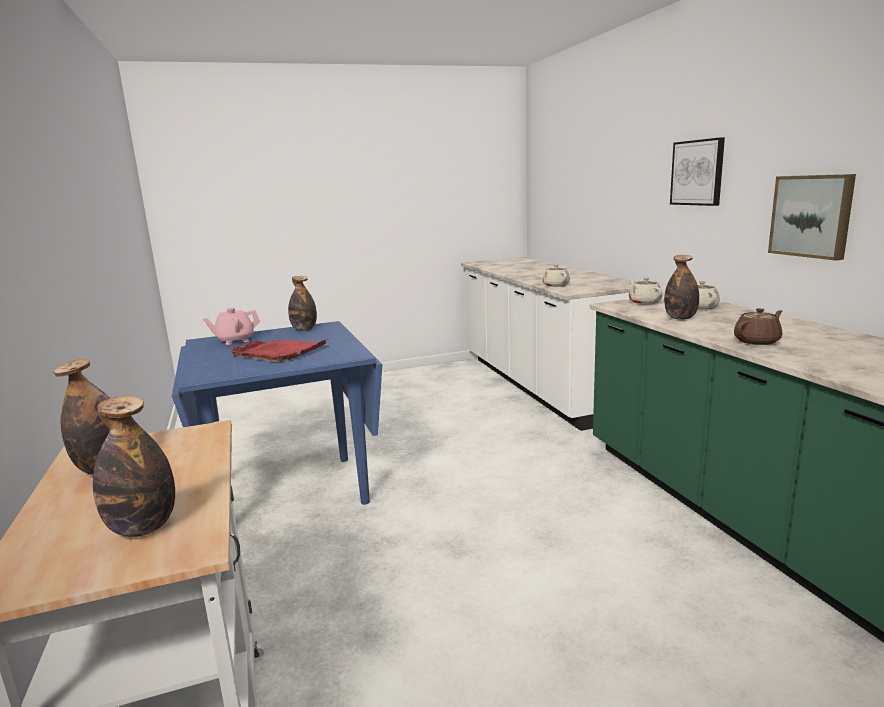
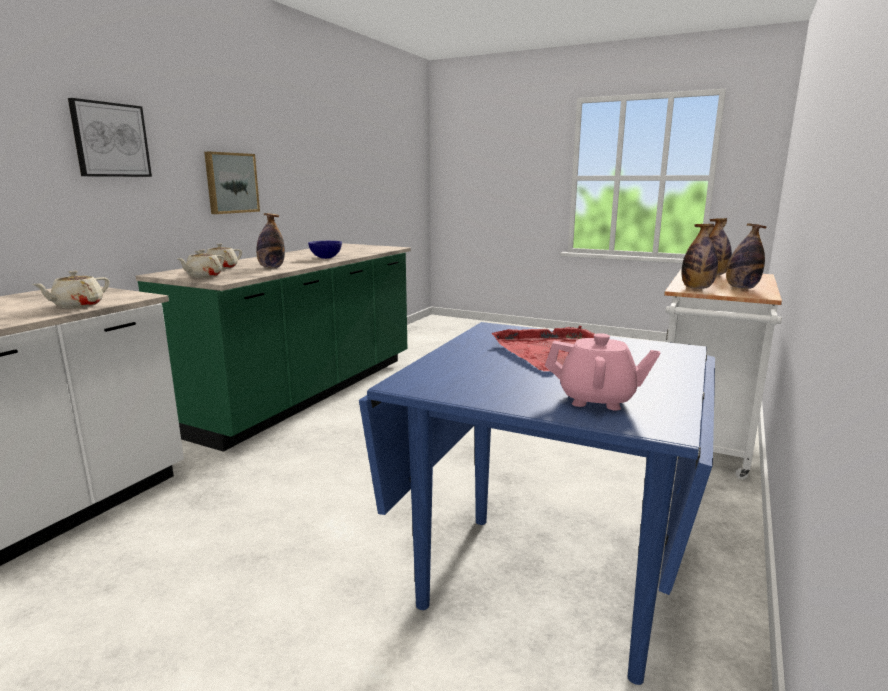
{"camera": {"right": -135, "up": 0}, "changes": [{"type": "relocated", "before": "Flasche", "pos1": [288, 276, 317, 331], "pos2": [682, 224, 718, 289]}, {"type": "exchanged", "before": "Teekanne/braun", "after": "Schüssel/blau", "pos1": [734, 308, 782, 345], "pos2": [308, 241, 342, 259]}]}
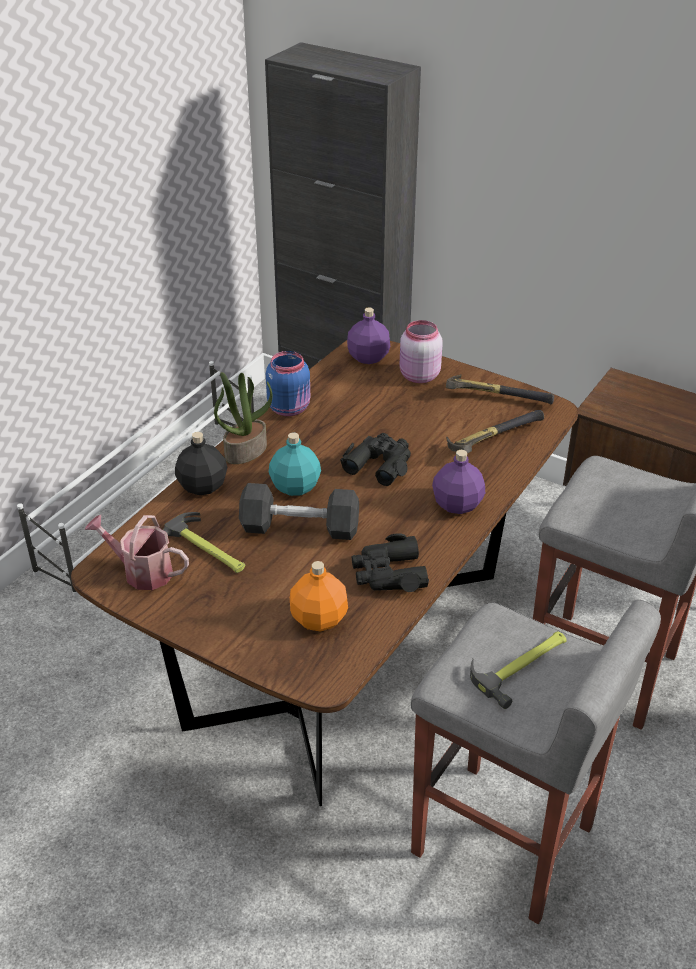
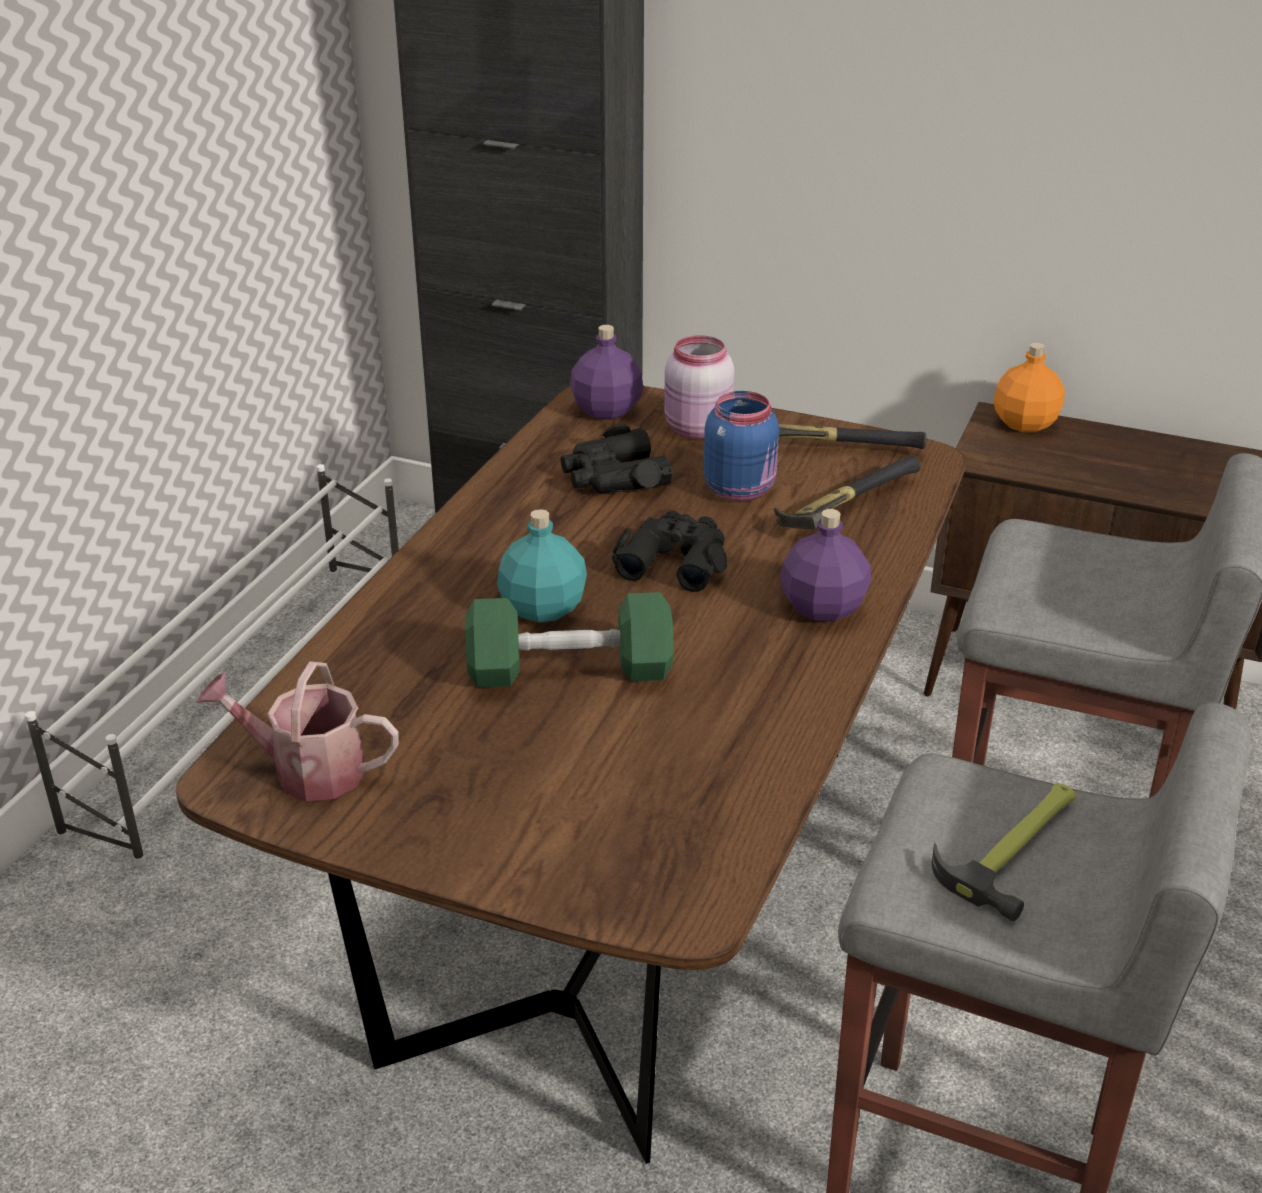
{"camera": {"right": -10, "up": -5}, "changes": [{"type": "missing", "before": "Hammer", "pos1": [163, 512, 245, 573]}, {"type": "missing", "before": "Flasche/schwarz", "pos1": [175, 432, 227, 495]}, {"type": "missing", "before": "Topfpflanze", "pos1": [214, 372, 272, 464]}, {"type": "relocated", "before": "Vorratsglas/blau", "pos1": [266, 351, 310, 416], "pos2": [703, 391, 779, 501]}, {"type": "relocated", "before": "Flasche/orange", "pos1": [290, 561, 348, 632], "pos2": [994, 343, 1065, 433]}, {"type": "relocated", "before": "Fernglas/schwarz", "pos1": [352, 533, 429, 592], "pos2": [560, 424, 673, 493]}, {"type": "colour", "before": "Hantel/schwarz", "after": "Hantel/grün", "pos1": [239, 483, 359, 540], "pos2": [465, 592, 674, 688]}]}
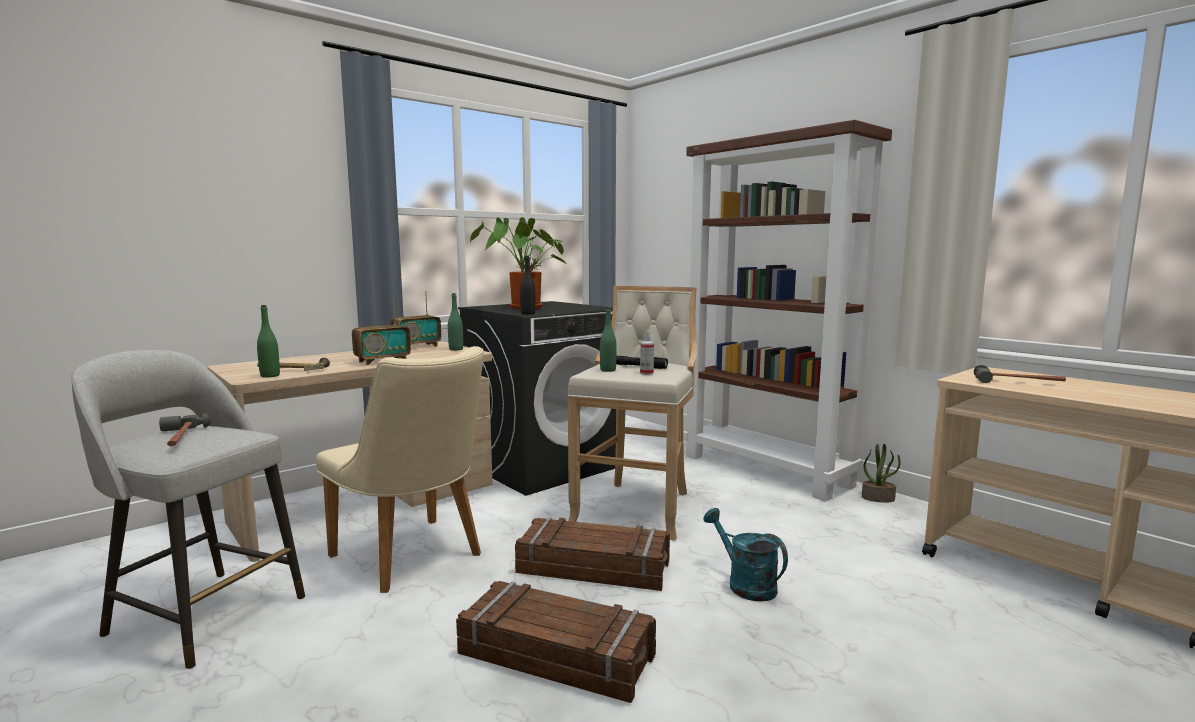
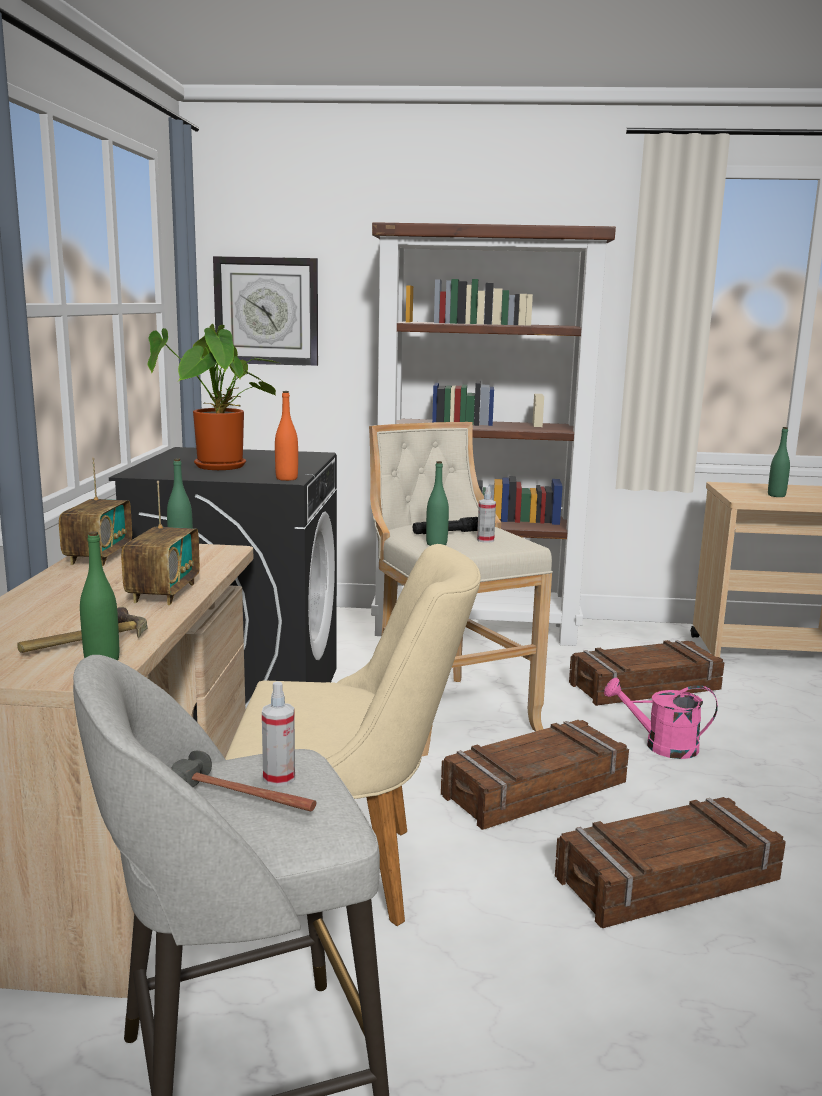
{"camera": {"right": -45, "up": 5}, "changes": [{"type": "missing", "before": "Topfpflanze", "pos1": [862, 444, 901, 503]}, {"type": "appeared", "after": "Wanduhr", "pos2": [213, 256, 318, 366]}, {"type": "appeared", "after": "Sprühflasche", "pos2": [262, 681, 295, 786]}, {"type": "appeared", "after": "Kiste", "pos2": [569, 640, 724, 706]}, {"type": "exchanged", "before": "Hammer", "after": "Flasche/grün", "pos1": [974, 365, 1066, 383], "pos2": [768, 427, 790, 497]}, {"type": "colour", "before": "Flasche/schwarz", "after": "Flasche/orange", "pos1": [520, 256, 535, 315], "pos2": [275, 391, 298, 481]}, {"type": "colour", "before": "Gießkanne/türkis", "after": "Gießkanne/rosa", "pos1": [704, 508, 788, 602], "pos2": [604, 678, 718, 759]}]}
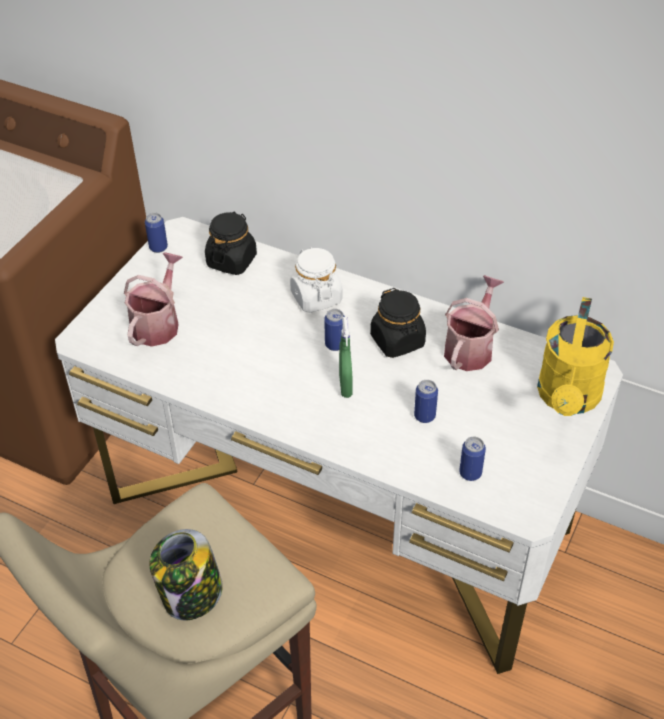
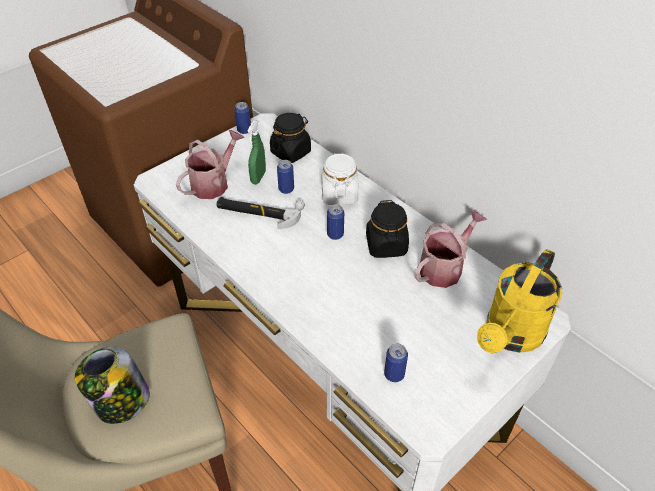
{"camera": {"right": 20, "up": 0}, "changes": [{"type": "appeared", "after": "Hammer", "pos2": [216, 197, 305, 229]}, {"type": "relocated", "before": "Sprühflasche/grün", "pos1": [339, 317, 353, 398], "pos2": [247, 120, 266, 184]}, {"type": "relocated", "before": "Dose", "pos1": [414, 380, 438, 423], "pos2": [277, 160, 294, 194]}]}
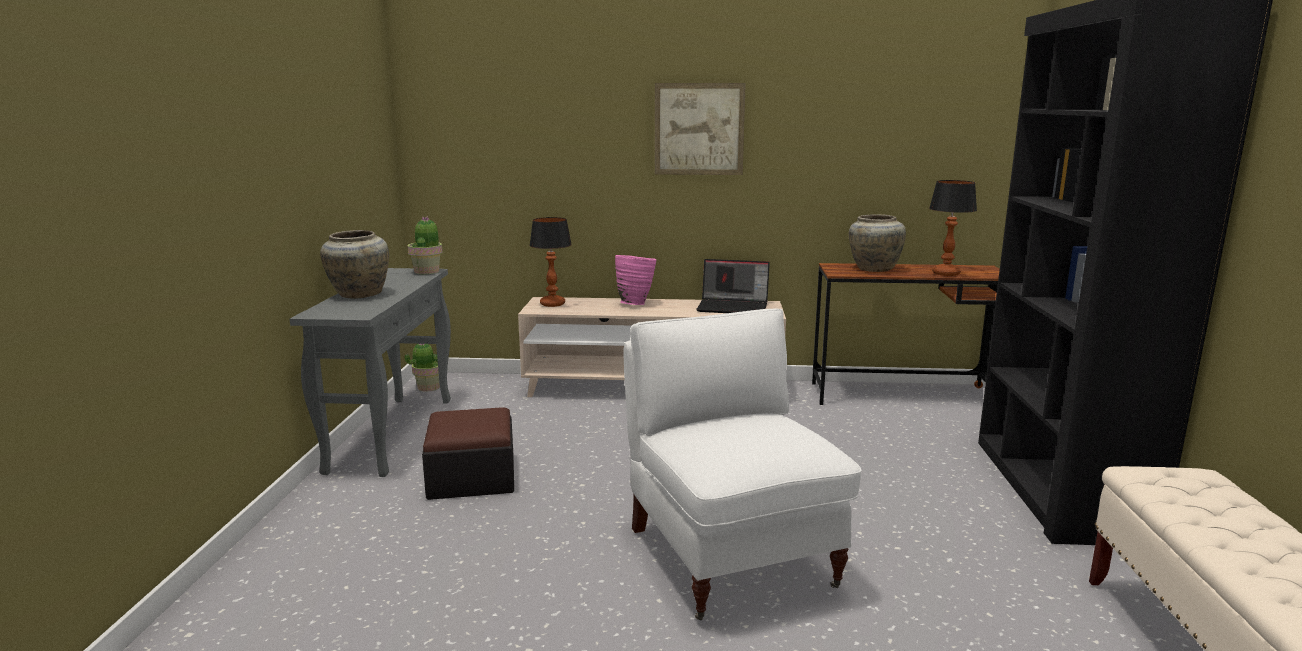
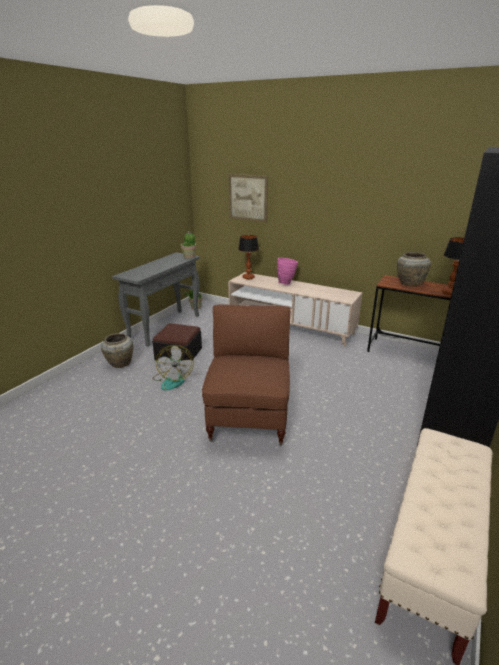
{"camera": {"right": 25, "up": 10}, "changes": [{"type": "missing", "before": "Laptop", "pos1": [696, 259, 770, 313]}, {"type": "appeared", "after": "Ventilator", "pos2": [153, 345, 194, 390]}, {"type": "relocated", "before": "Vase/beige", "pos1": [320, 230, 389, 299], "pos2": [101, 333, 133, 368]}, {"type": "relocated", "before": "Bild", "pos1": [655, 83, 746, 175], "pos2": [228, 174, 268, 223]}, {"type": "colour", "before": "Sessel/weiß", "after": "Sessel/braun", "pos1": [623, 308, 862, 620], "pos2": [202, 304, 291, 446]}]}
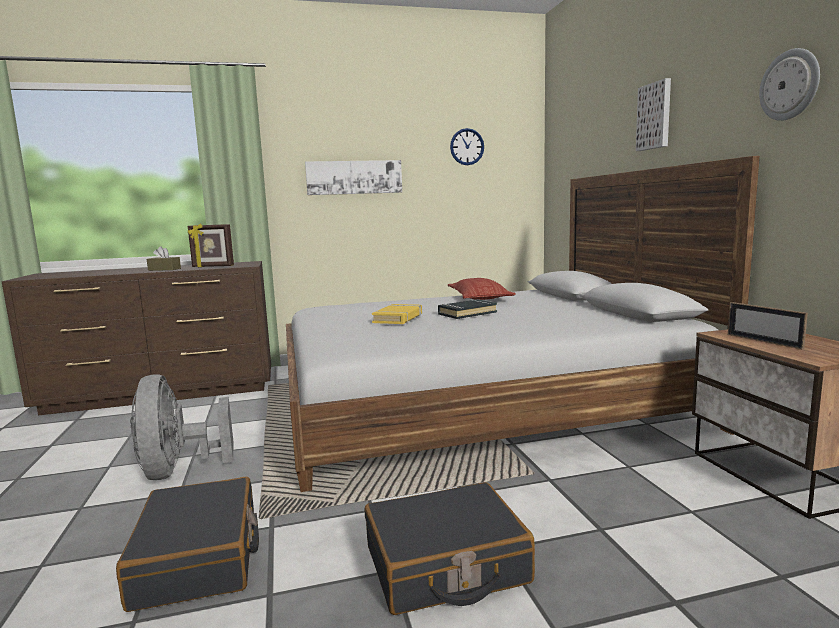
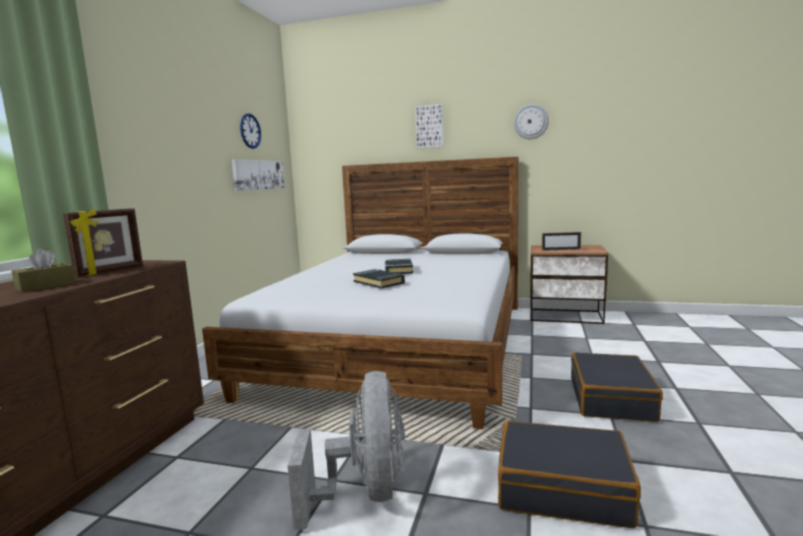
{"camera": {"right": -60, "up": 0}, "changes": [{"type": "missing", "before": "Kissen", "pos1": [448, 278, 516, 300]}, {"type": "relocated", "before": "Bild", "pos1": [305, 160, 402, 195], "pos2": [232, 159, 285, 191]}, {"type": "colour", "before": "Buch/gelb", "after": "Buch/schwarz", "pos1": [372, 304, 422, 324], "pos2": [353, 269, 405, 289]}, {"type": "spun", "before": "Ventilator/grau", "pos1": [130, 374, 234, 480], "pos2": [288, 371, 405, 530], "turn": -105}]}
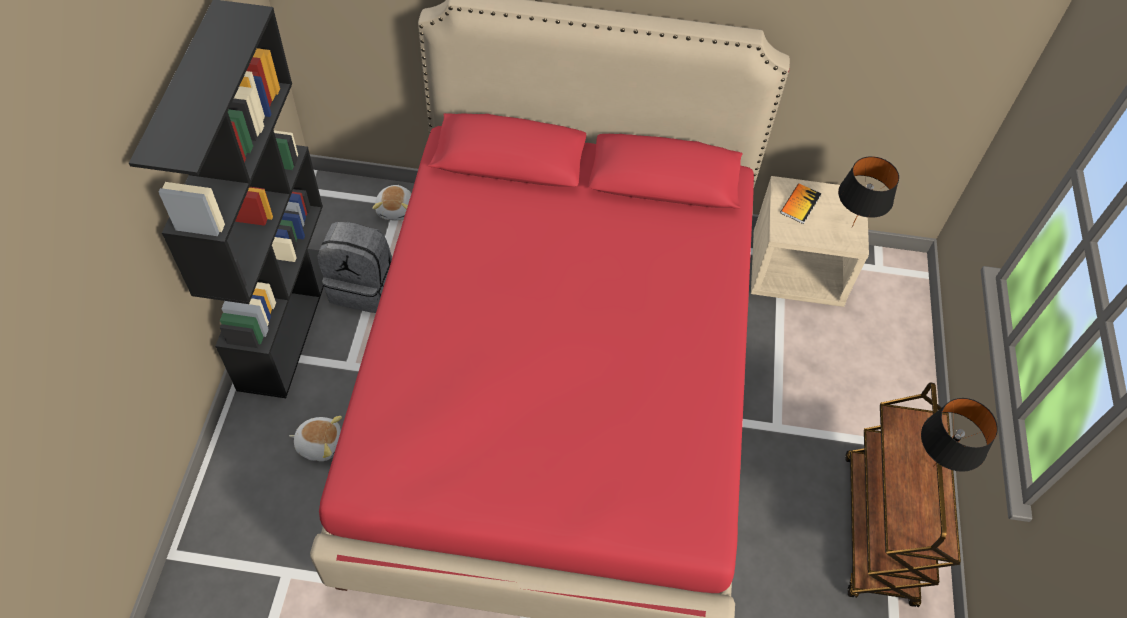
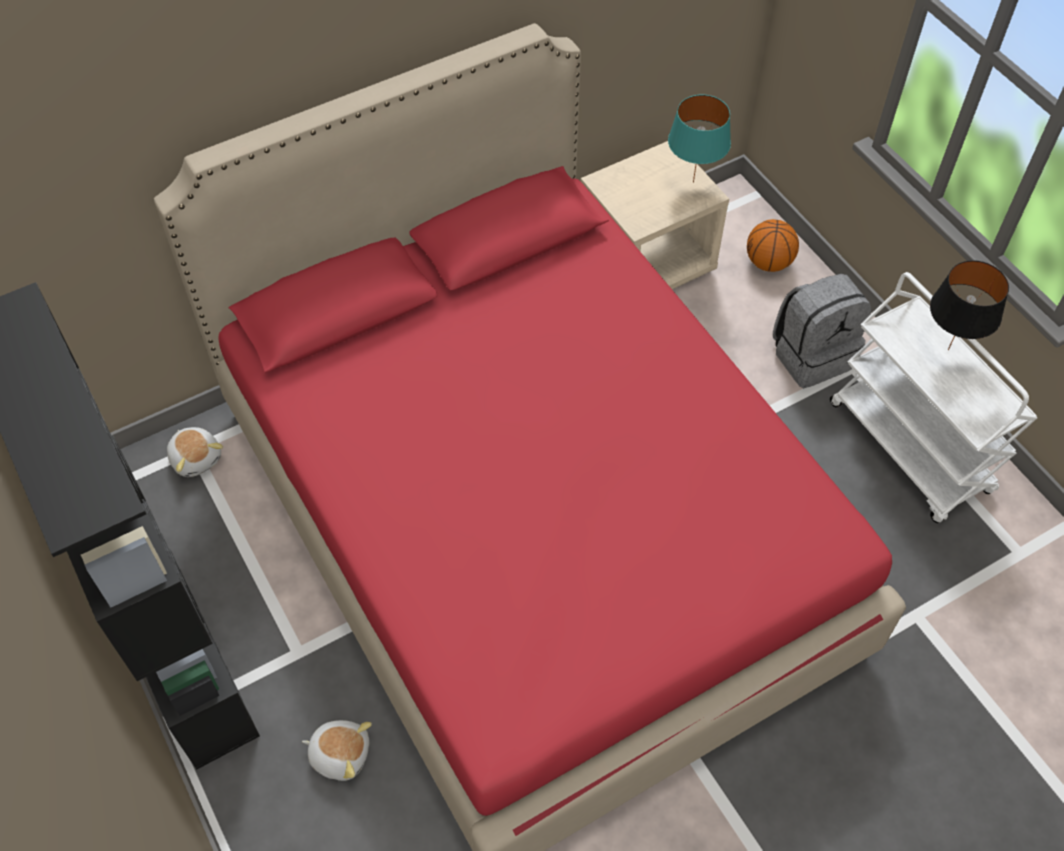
{"camera": {"right": -35, "up": 0}, "changes": [{"type": "missing", "before": "Buch", "pos1": [780, 183, 821, 224]}, {"type": "appeared", "after": "Basketball", "pos2": [747, 219, 799, 272]}, {"type": "relocated", "before": "Rucksack/grau", "pos1": [318, 221, 392, 313], "pos2": [773, 274, 871, 388]}, {"type": "colour", "before": "Tischlampe/schwarz", "after": "Tischlampe/türkis", "pos1": [838, 156, 899, 227], "pos2": [668, 95, 731, 183]}, {"type": "colour", "before": "Rollwagen/braun", "after": "Rollwagen/weiß", "pos1": [845, 382, 961, 607], "pos2": [830, 272, 1037, 523]}, {"type": "spun", "before": "Plüschtier", "pos1": [289, 416, 342, 461], "pos2": [302, 720, 372, 781], "turn": 45}]}
